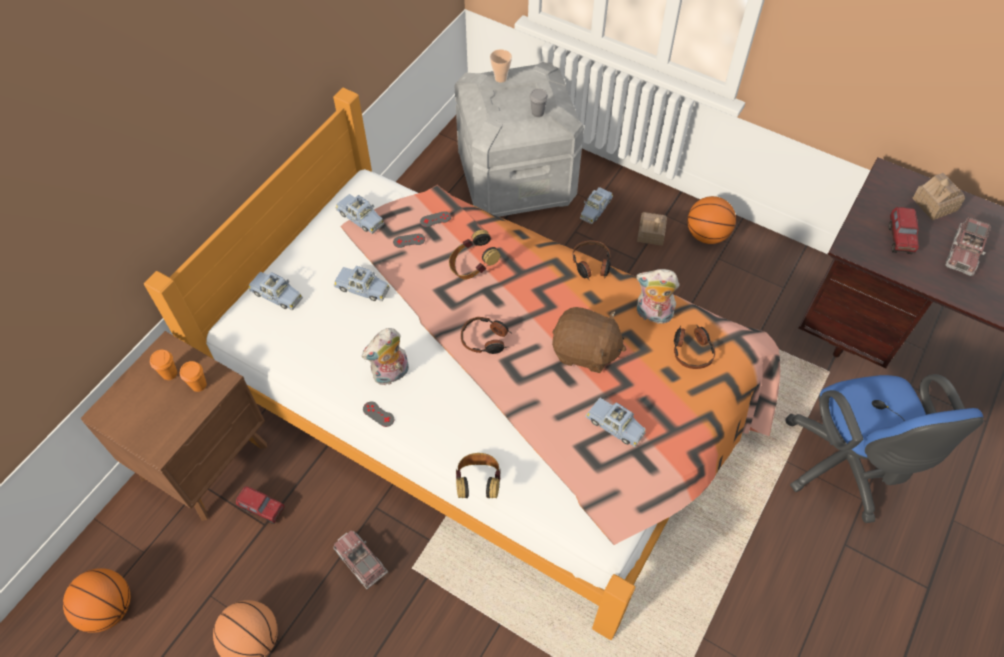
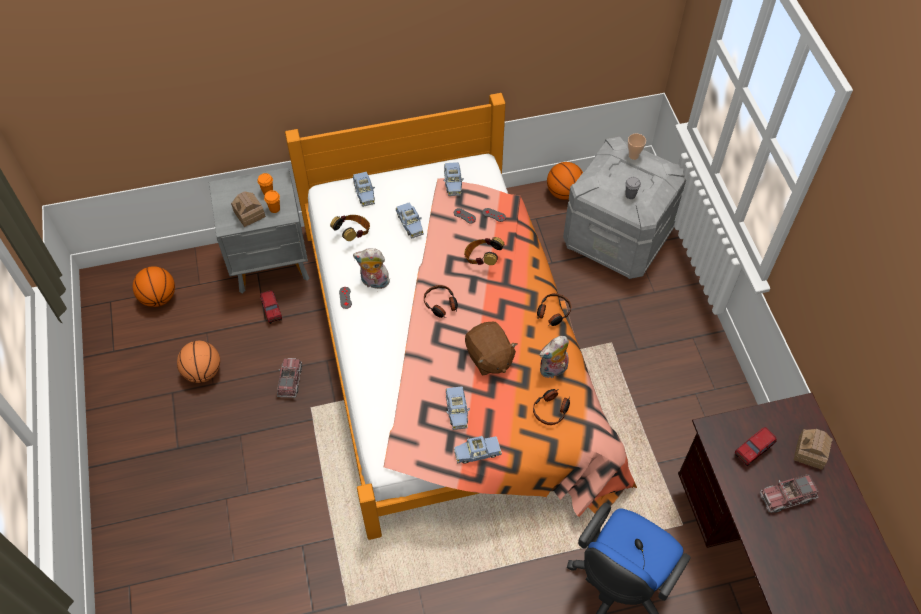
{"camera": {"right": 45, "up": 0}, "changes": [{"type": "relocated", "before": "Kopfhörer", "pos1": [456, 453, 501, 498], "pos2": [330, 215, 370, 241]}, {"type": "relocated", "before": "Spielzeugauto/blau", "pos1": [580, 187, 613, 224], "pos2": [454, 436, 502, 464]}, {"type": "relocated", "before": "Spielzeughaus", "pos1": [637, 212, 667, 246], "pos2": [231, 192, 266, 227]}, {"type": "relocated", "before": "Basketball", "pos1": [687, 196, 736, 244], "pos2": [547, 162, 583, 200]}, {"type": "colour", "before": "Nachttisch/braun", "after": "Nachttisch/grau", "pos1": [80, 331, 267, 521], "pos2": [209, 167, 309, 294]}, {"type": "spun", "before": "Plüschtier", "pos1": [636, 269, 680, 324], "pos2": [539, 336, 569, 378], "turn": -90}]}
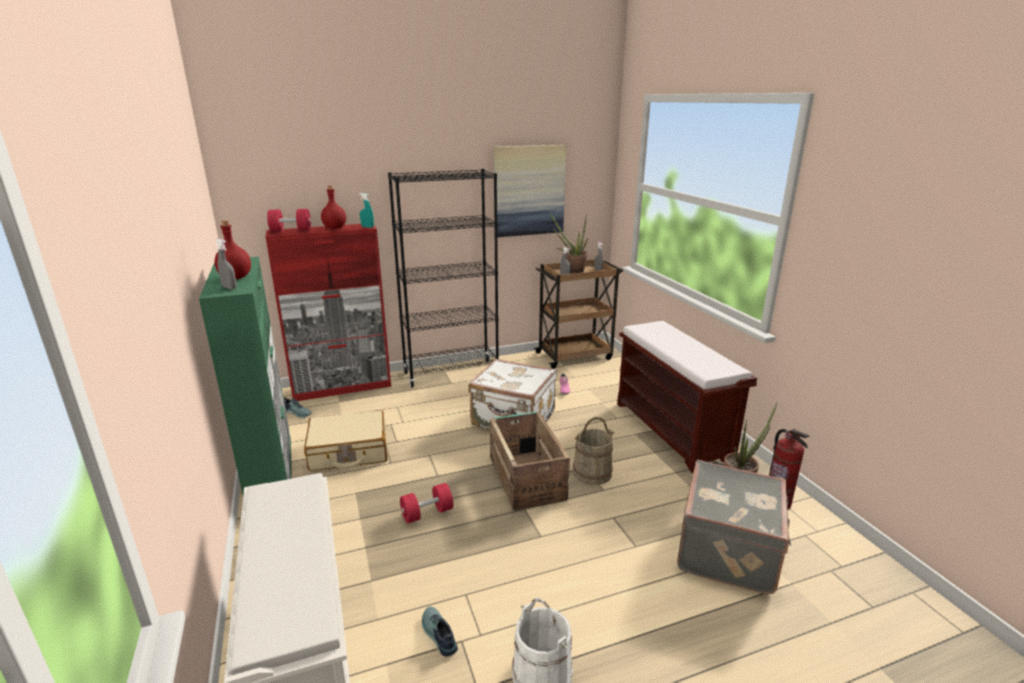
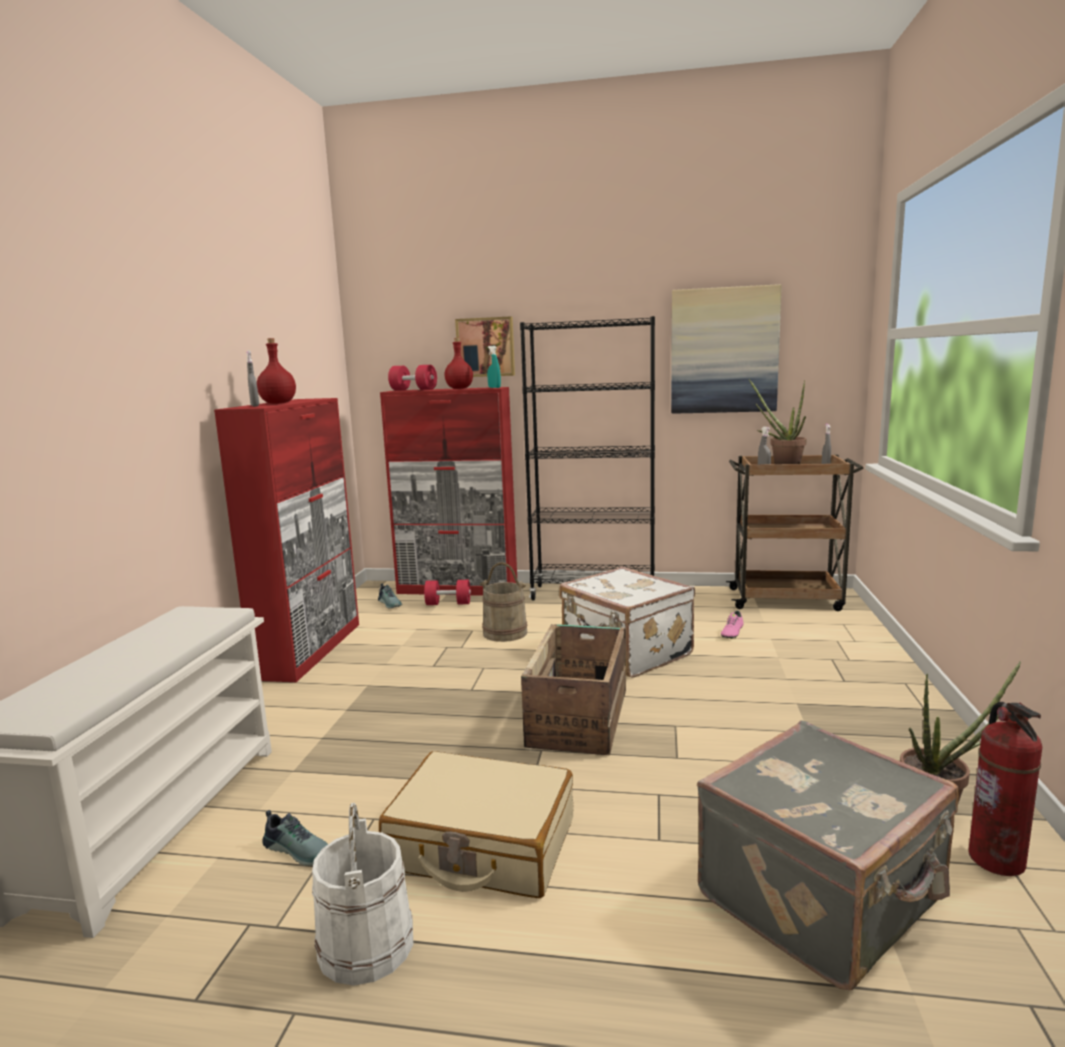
{"camera": {"right": 30, "up": -10}, "changes": [{"type": "missing", "before": "Bank/braun", "pos1": [617, 321, 757, 473]}, {"type": "appeared", "after": "Bild", "pos2": [455, 316, 515, 377]}, {"type": "relocated", "before": "Koffer/beige", "pos1": [304, 410, 388, 471], "pos2": [379, 751, 574, 898]}, {"type": "relocated", "before": "Hantel/rot", "pos1": [400, 483, 453, 523], "pos2": [424, 580, 471, 605]}, {"type": "relocated", "before": "Eimer/beige", "pos1": [573, 417, 614, 485], "pos2": [480, 562, 528, 642]}, {"type": "colour", "before": "Schrank/grün", "after": "Schrank/rot", "pos1": [199, 257, 292, 494], "pos2": [214, 398, 359, 682]}, {"type": "spun", "before": "Schuh", "pos1": [422, 607, 458, 657], "pos2": [262, 810, 328, 866], "turn": 120}]}
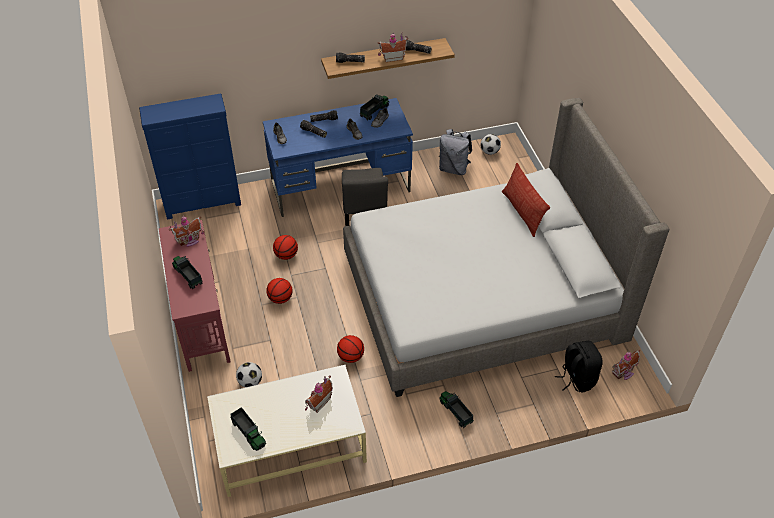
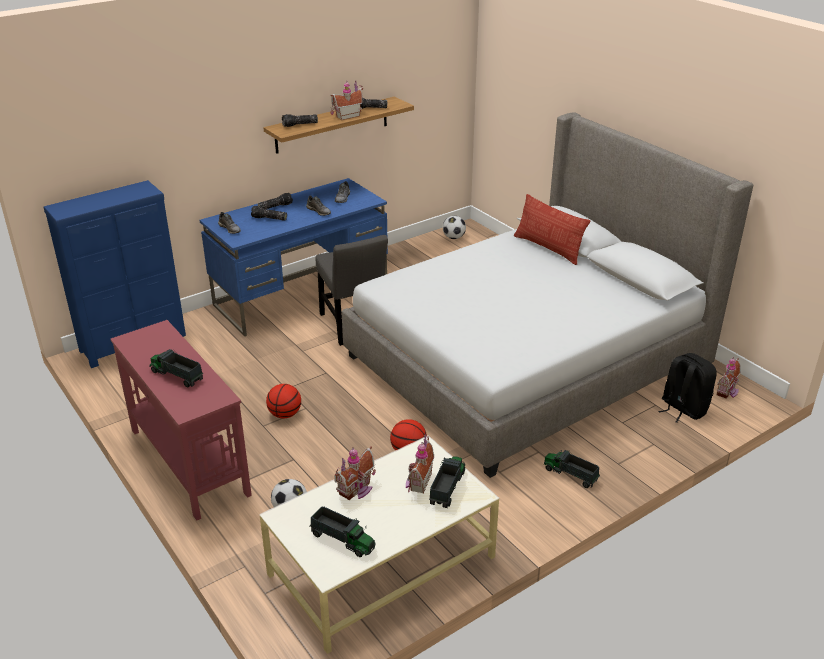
{"camera": {"right": -20, "up": -15}, "changes": [{"type": "missing", "before": "Basketball", "pos1": [273, 235, 298, 260]}, {"type": "missing", "before": "Rucksack/grau", "pos1": [439, 129, 472, 175]}, {"type": "relocated", "before": "Spielzeughaus", "pos1": [169, 216, 204, 247], "pos2": [334, 446, 376, 500]}, {"type": "relocated", "before": "Spielzeuglaster", "pos1": [360, 95, 389, 120], "pos2": [429, 456, 465, 508]}]}
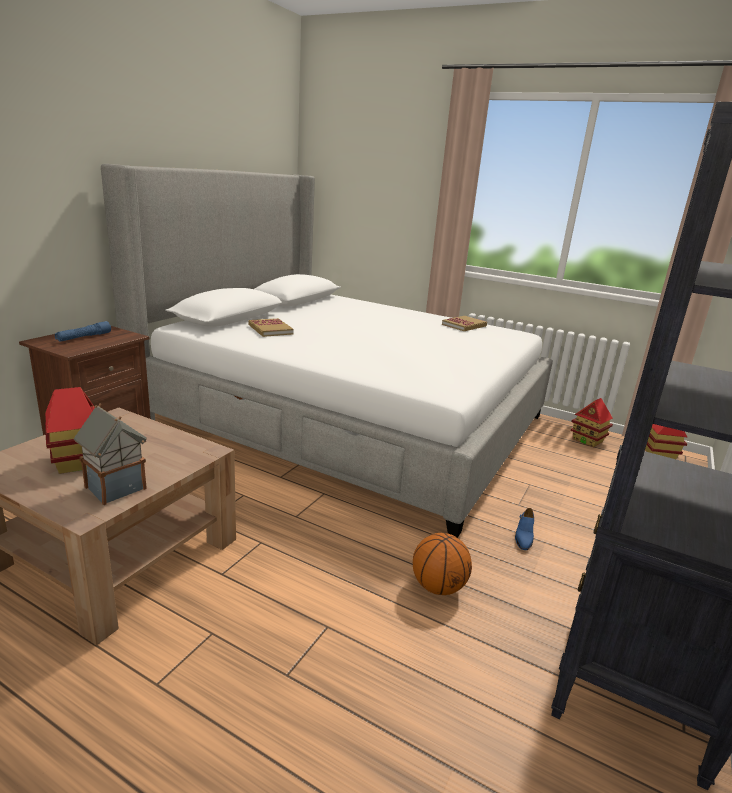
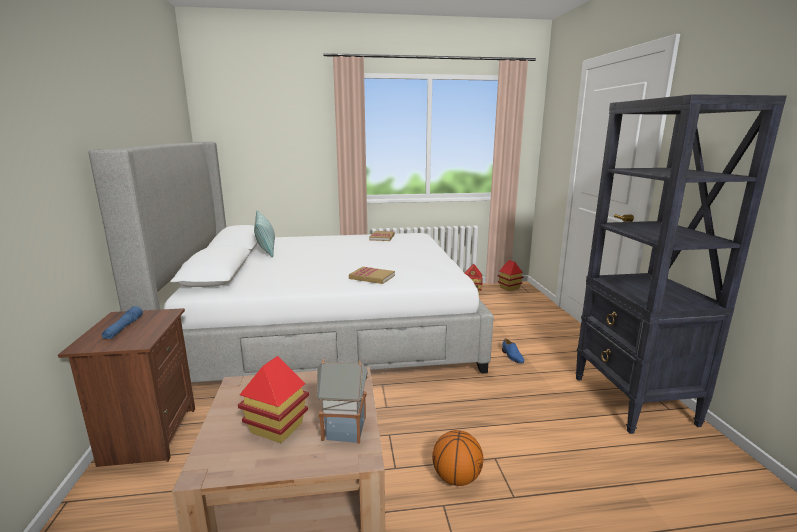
{"camera": {"right": -35, "up": -5}, "changes": [{"type": "appeared", "after": "Kissen", "pos2": [254, 210, 275, 257]}, {"type": "relocated", "before": "Buch", "pos1": [248, 318, 294, 337], "pos2": [349, 267, 395, 284]}, {"type": "relocated", "before": "Basketball", "pos1": [413, 533, 472, 595], "pos2": [432, 430, 483, 486]}]}
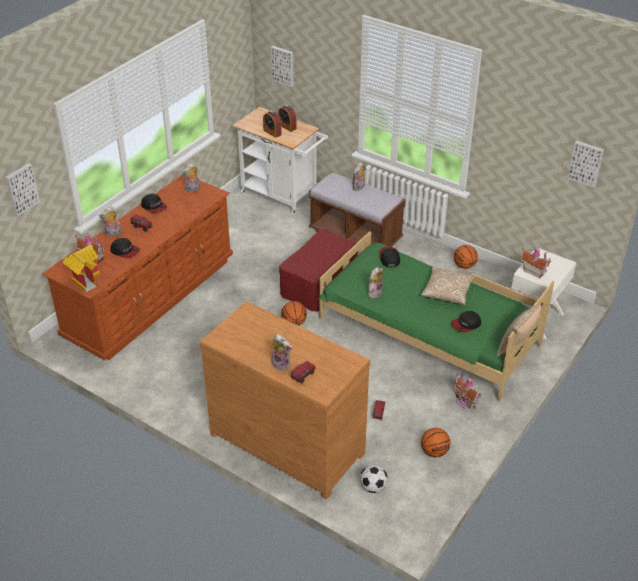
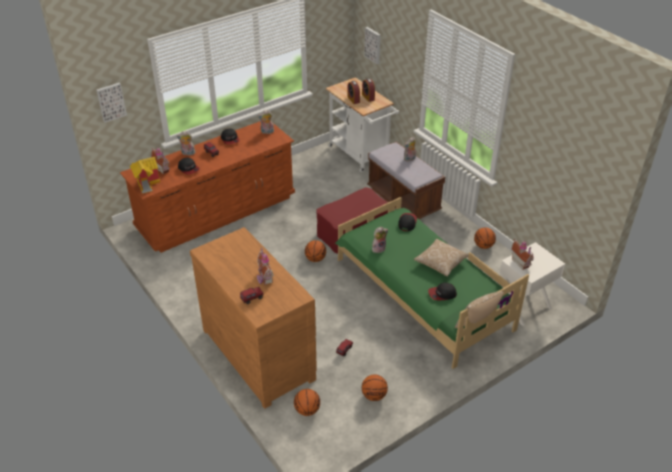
{"camera": {"right": 20, "up": 0}, "changes": [{"type": "missing", "before": "Plüschtier", "pos1": [271, 334, 292, 371]}, {"type": "missing", "before": "Bild", "pos1": [568, 141, 604, 187]}, {"type": "relocated", "before": "Spielzeughaus", "pos1": [455, 372, 481, 409], "pos2": [257, 248, 274, 284]}, {"type": "exchanged", "before": "Fußball", "after": "Basketball", "pos1": [360, 465, 388, 493], "pos2": [294, 389, 320, 416]}]}
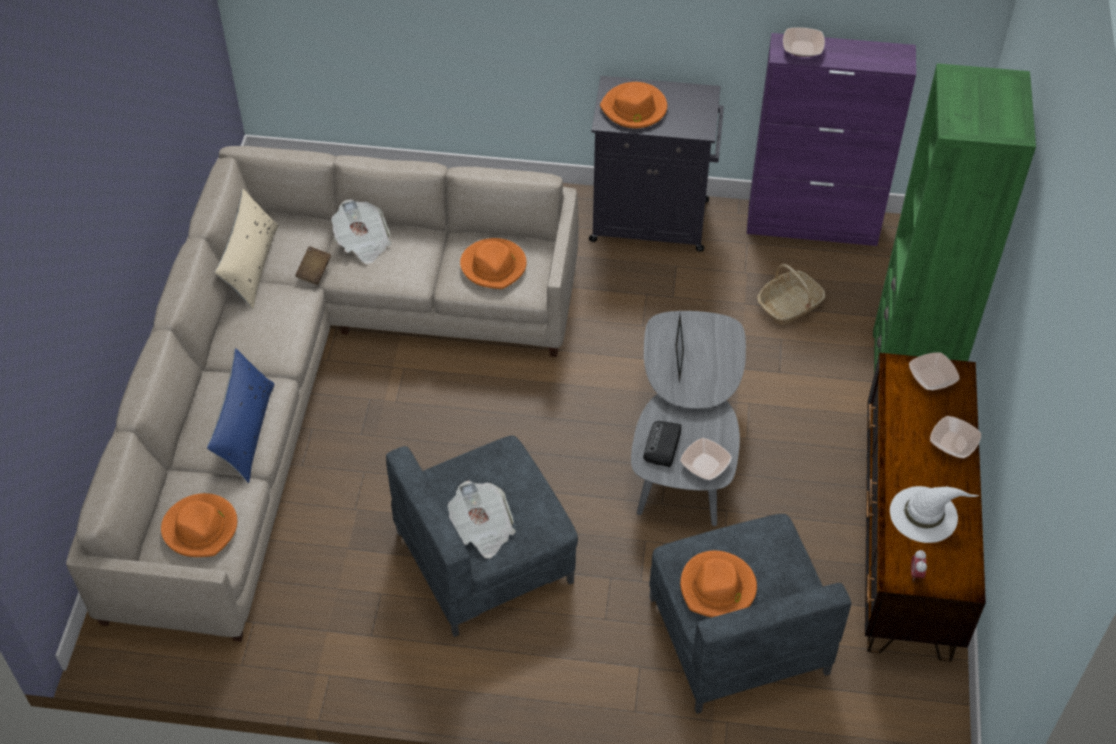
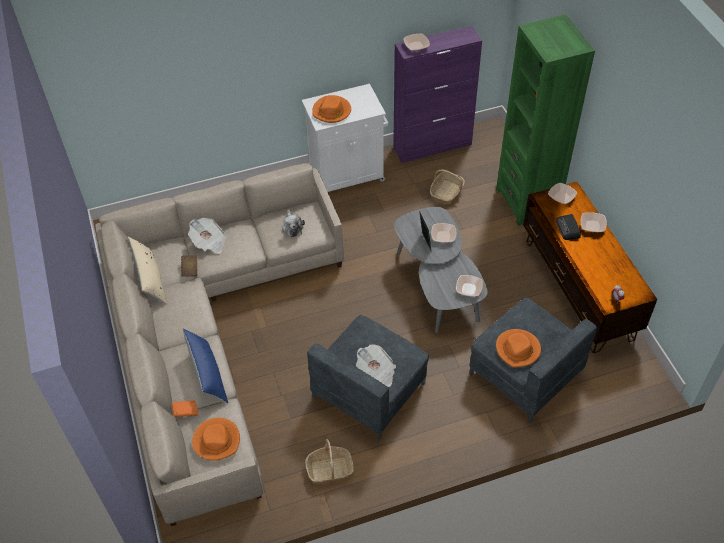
{"camera": {"right": -25, "up": 0}, "changes": [{"type": "missing", "before": "Hut/weiß", "pos1": [890, 486, 979, 543]}, {"type": "appeared", "after": "Buch/orange", "pos2": [172, 400, 198, 417]}, {"type": "appeared", "after": "Korb", "pos2": [305, 439, 354, 483]}, {"type": "appeared", "after": "Schüssel", "pos2": [431, 223, 457, 242]}, {"type": "relocated", "before": "Radio", "pos1": [643, 421, 682, 467], "pos2": [556, 214, 581, 240]}, {"type": "exchanged", "before": "Hut/orange", "after": "Plüschtier", "pos1": [460, 238, 527, 289], "pos2": [282, 210, 305, 237]}, {"type": "colour", "before": "Schrank/schwarz", "after": "Schrank/weiß", "pos1": [589, 76, 724, 252], "pos2": [302, 84, 388, 192]}]}
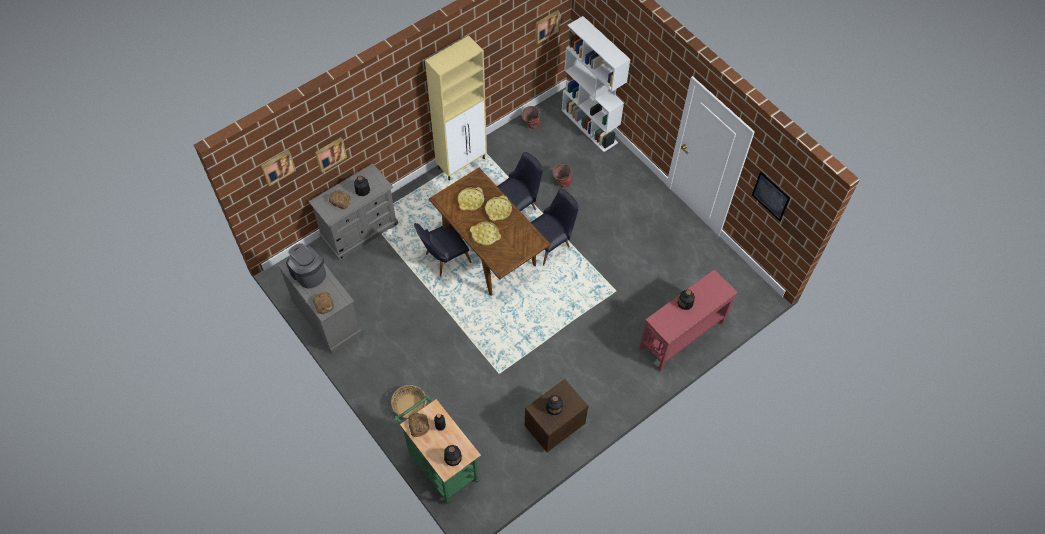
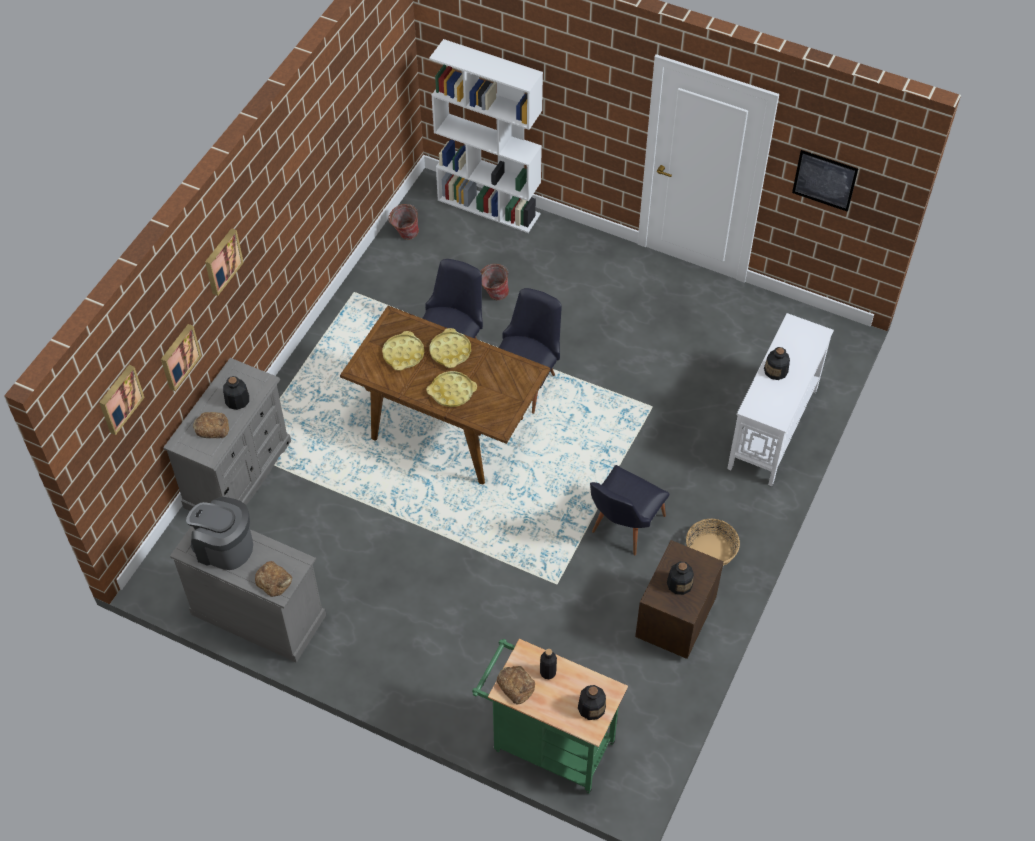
{"camera": {"right": -25, "up": -5}, "changes": [{"type": "missing", "before": "Schrank/beige", "pos1": [425, 35, 487, 181]}, {"type": "relocated", "before": "Korb", "pos1": [391, 385, 426, 419], "pos2": [686, 519, 740, 566]}, {"type": "relocated", "before": "Stuhl/schwarz", "pos1": [414, 223, 471, 277], "pos2": [590, 465, 669, 555]}, {"type": "relocated", "before": "Bild", "pos1": [535, 10, 560, 44], "pos2": [205, 228, 244, 296]}, {"type": "colour", "before": "Konsolentisch/rot", "after": "Konsolentisch/weiß", "pos1": [639, 269, 738, 371], "pos2": [727, 313, 834, 486]}]}
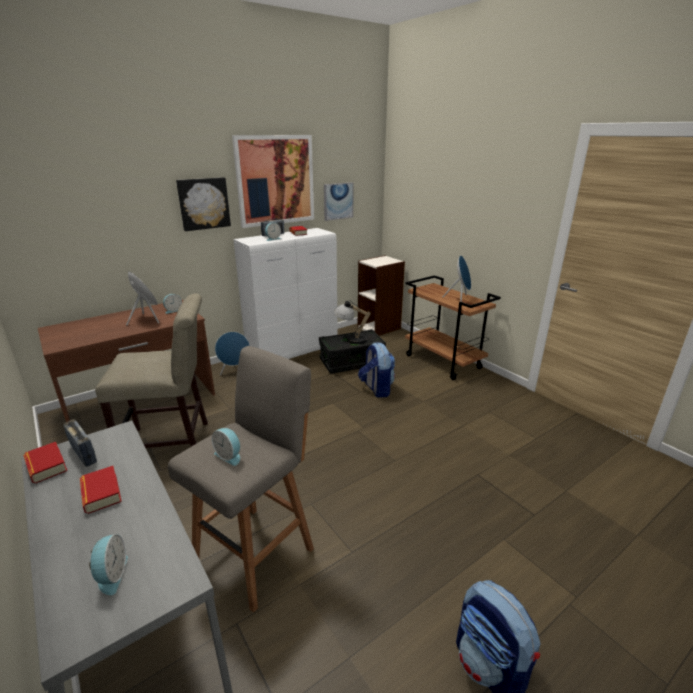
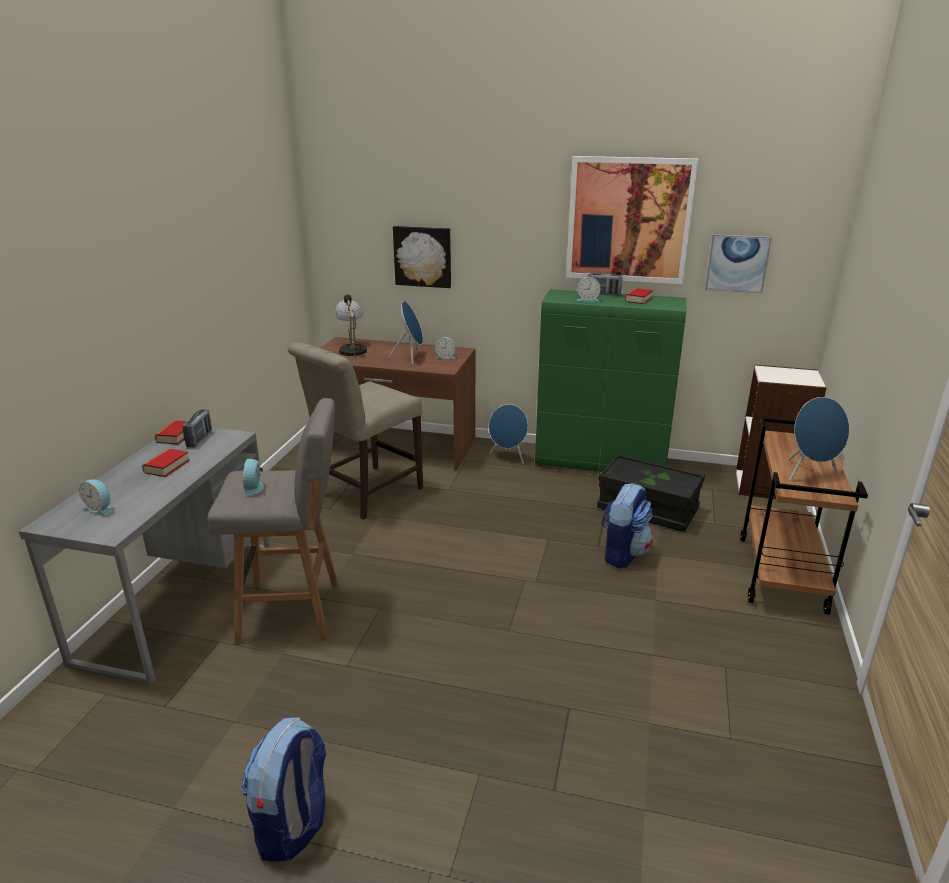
{"camera": {"right": 50, "up": 0}, "changes": [{"type": "relocated", "before": "Bild", "pos1": [176, 177, 231, 231], "pos2": [393, 226, 451, 288]}, {"type": "relocated", "before": "Tischlampe", "pos1": [334, 300, 373, 344], "pos2": [334, 294, 367, 358]}, {"type": "colour", "before": "Schrank/weiß", "after": "Schrank/grün", "pos1": [233, 228, 338, 359], "pos2": [535, 289, 686, 472]}, {"type": "spun", "before": "Wecker", "pos1": [89, 534, 128, 595], "pos2": [79, 479, 112, 516], "turn": 75}, {"type": "spun", "before": "Stuhl/beige", "pos1": [95, 294, 208, 448], "pos2": [288, 343, 423, 520], "turn": 90}]}
